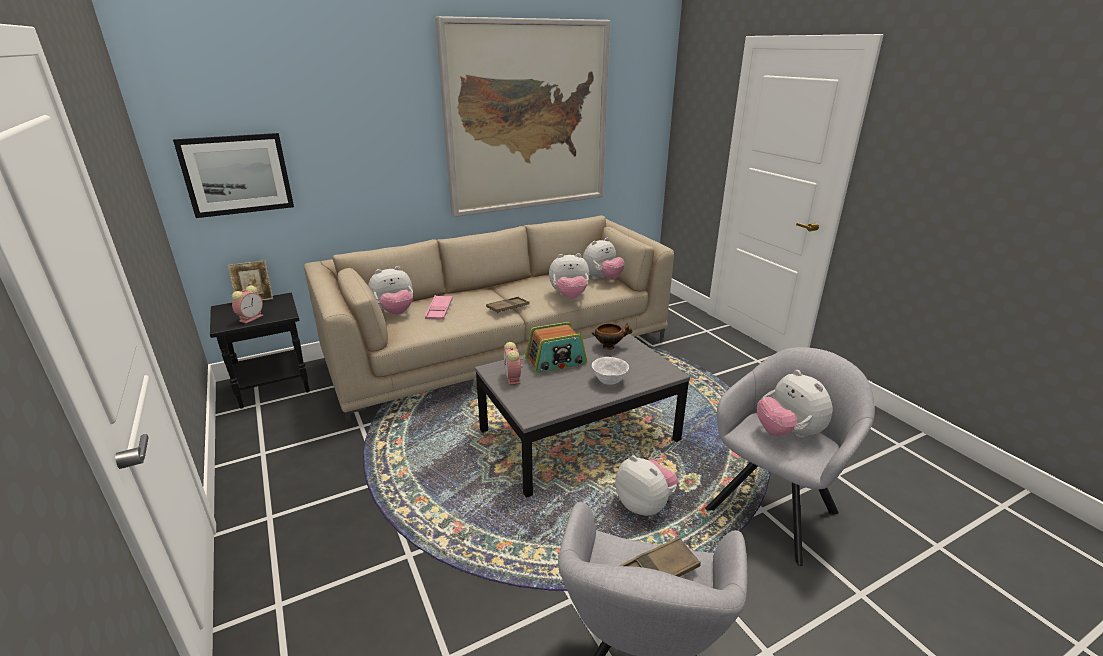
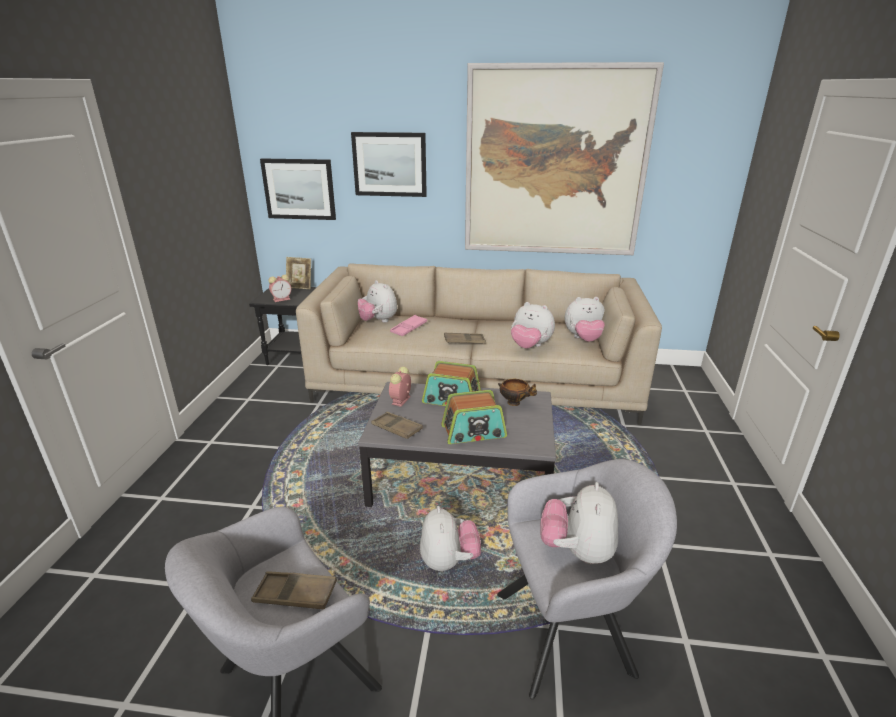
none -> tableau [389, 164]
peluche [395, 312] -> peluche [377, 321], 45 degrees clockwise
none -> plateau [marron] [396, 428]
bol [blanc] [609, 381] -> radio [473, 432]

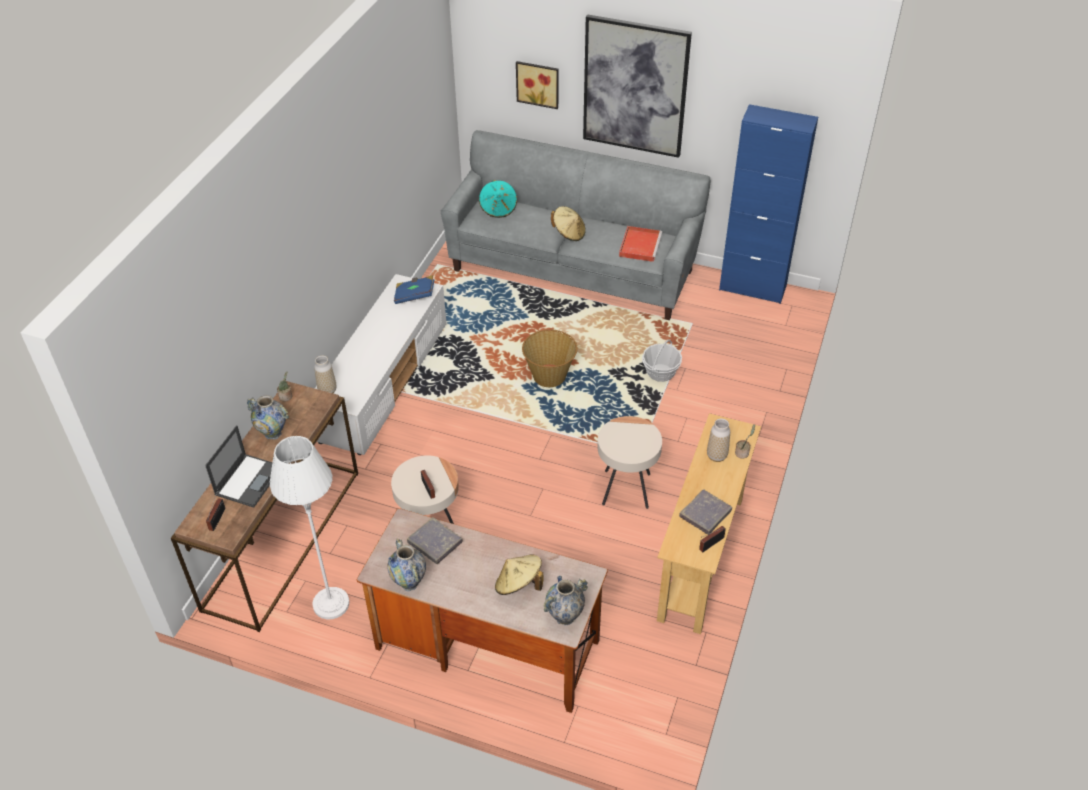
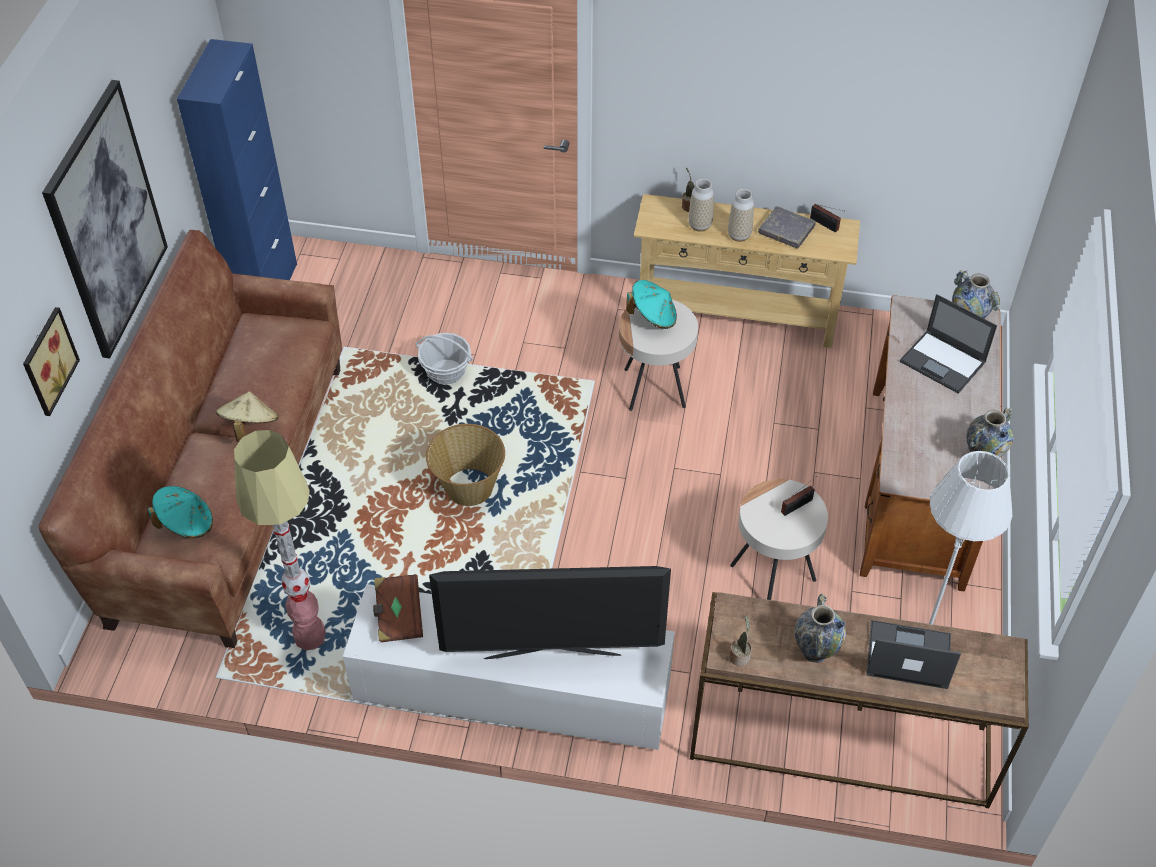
canapé [gris] [572, 270] -> canapé [marron] [229, 490]
none -> lampadaire [310, 637]
livre [bleu] [414, 296] -> livre [marron] [398, 616]
none -> téléviseur [552, 654]
none -> chapeau [turquoise] [653, 316]
vase [327, 390] -> vase [739, 235], moved
chapeau [beige] [519, 585] -> ordinateur portable [943, 362]
radio [218, 518] -> none
livre [gris] [435, 543] -> none
plateau [rouge] [640, 245] -> none

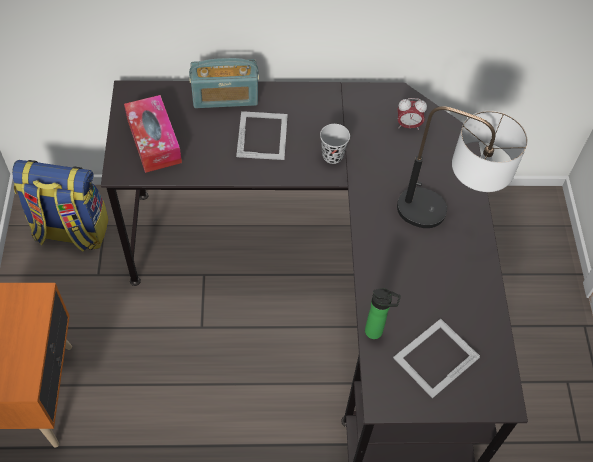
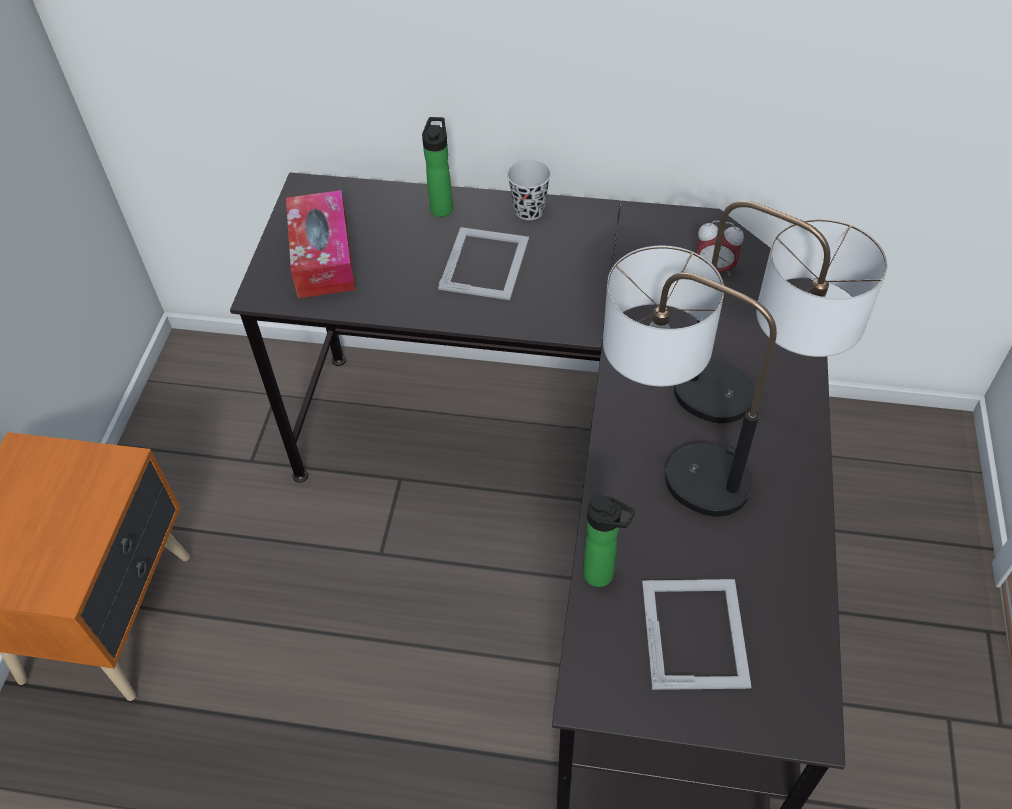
radio [225, 97] -> bouteille [442, 207]
tasse [noir] [332, 155] -> tasse [noir] [529, 210], moved
none -> lampe de table [669, 462]
cadre photo [435, 357] -> cadre photo [695, 631], 120 degrees clockwise
sac à dos [70, 231] -> none

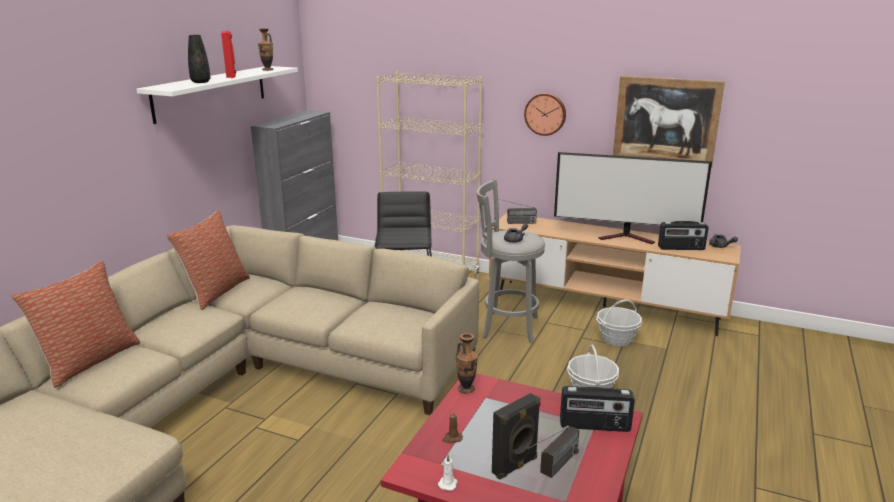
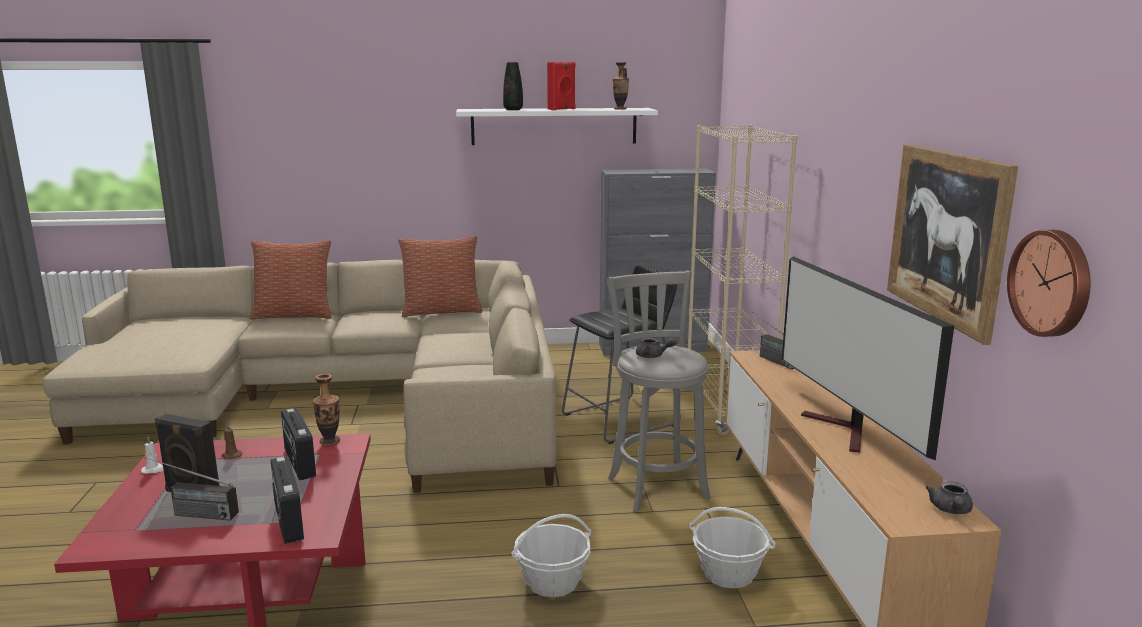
radio [681, 248] -> radio [299, 464], moved
horloge murale [545, 114] -> horloge murale [1052, 283], moved

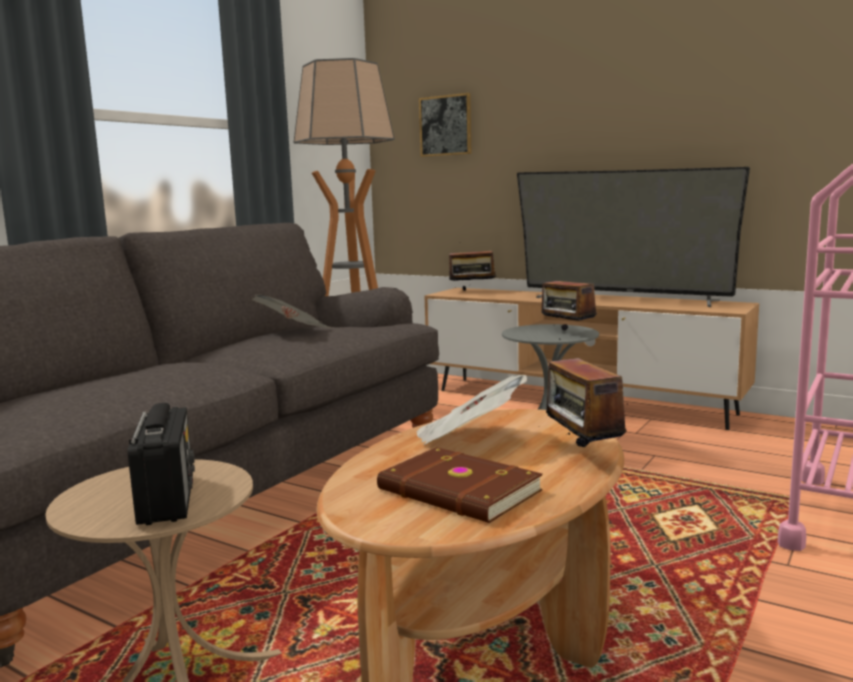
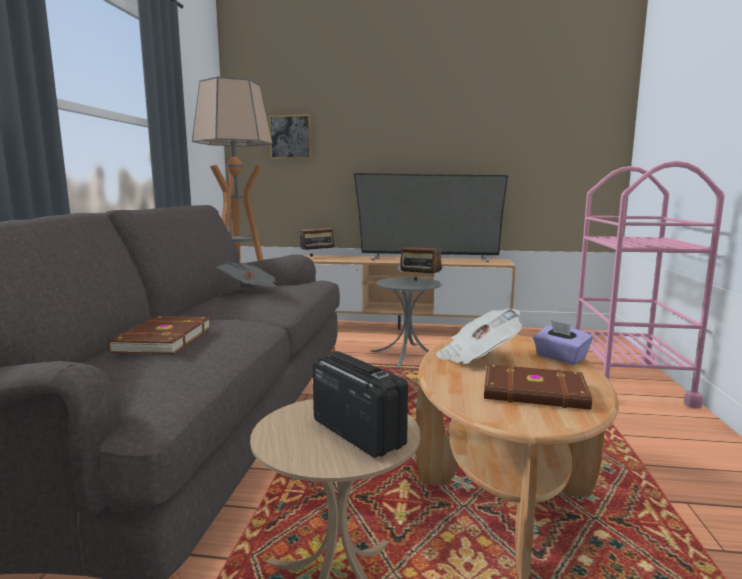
none -> livre [marron] [162, 339]
radio [581, 454] -> boîte à mouchoirs [violet] [560, 358]

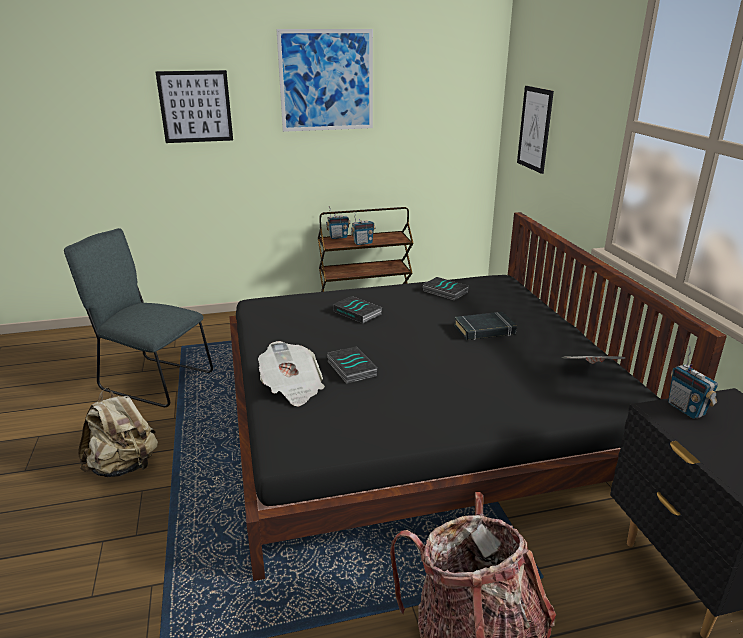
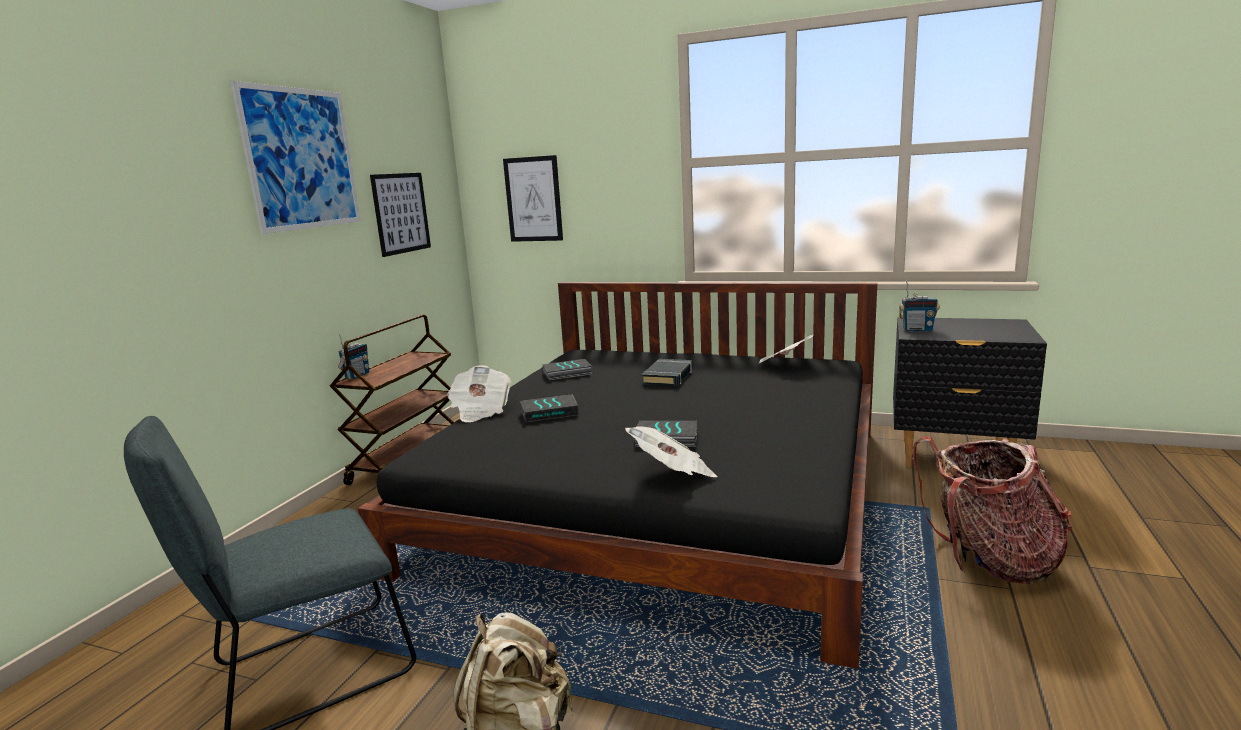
tableau [195, 107] -> tableau [401, 213], moved
none -> journal [480, 410]
radio [363, 243] -> none

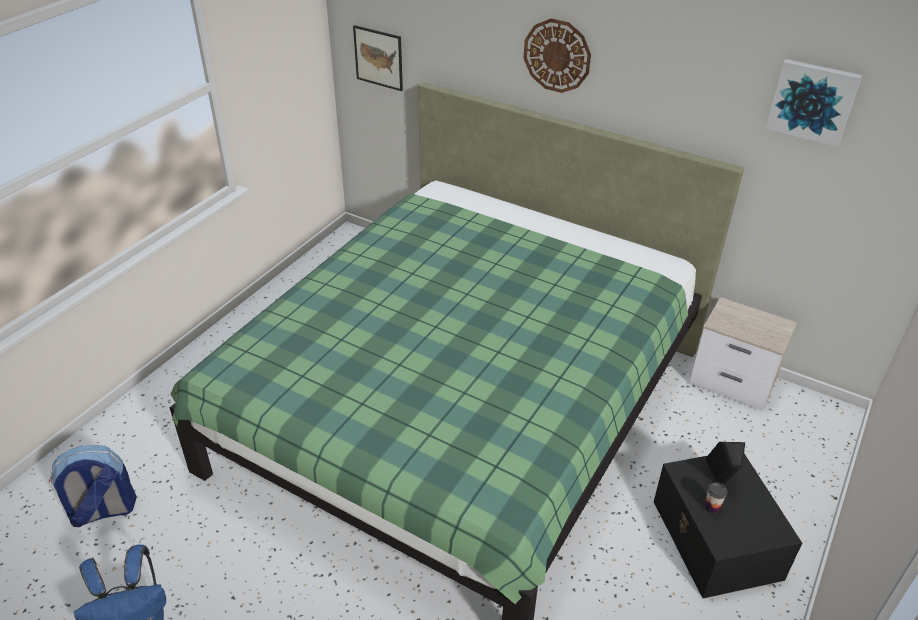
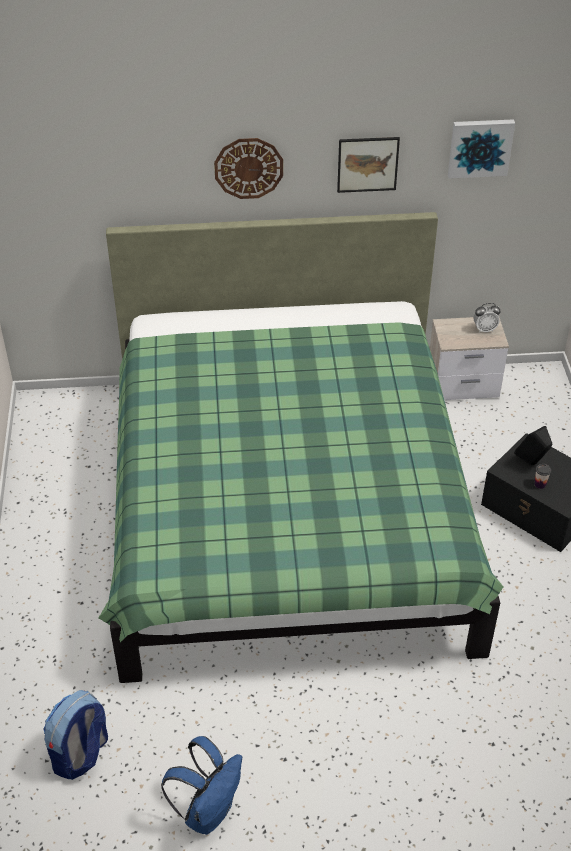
tableau [378, 58] -> tableau [367, 164], moved
none -> réveil [484, 329]

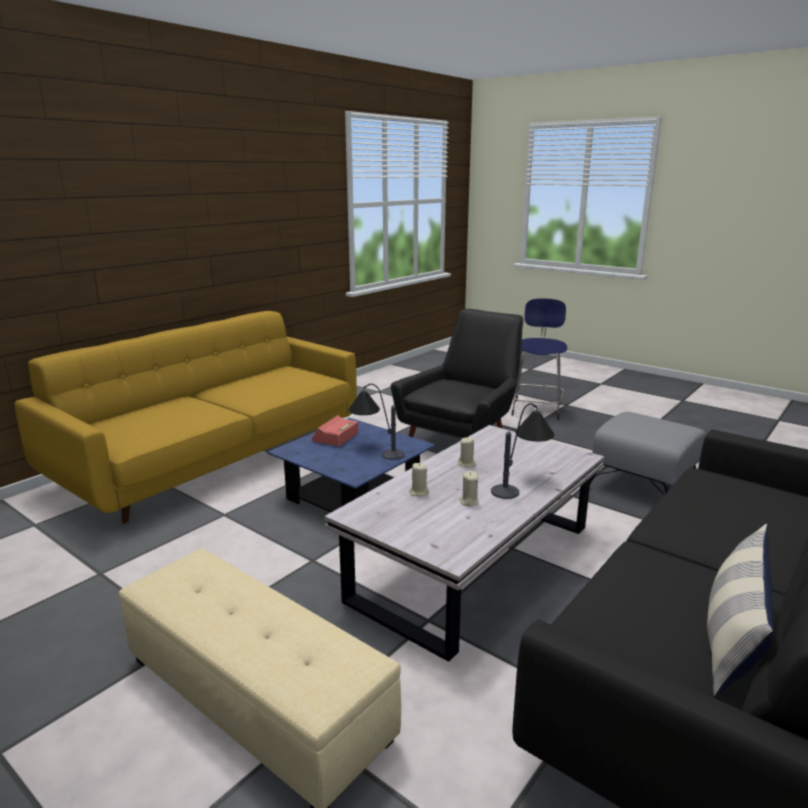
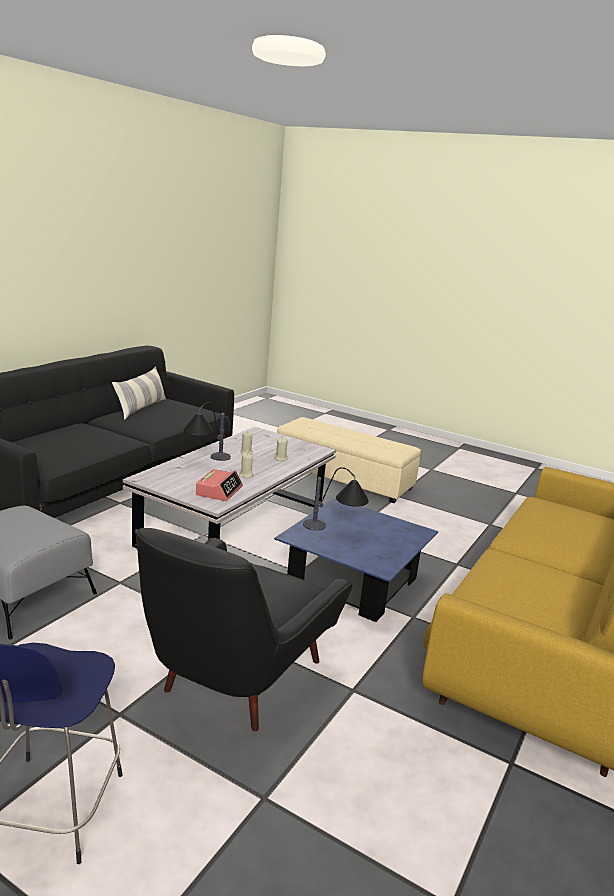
réveil [335, 437] -> réveil [219, 491], moved

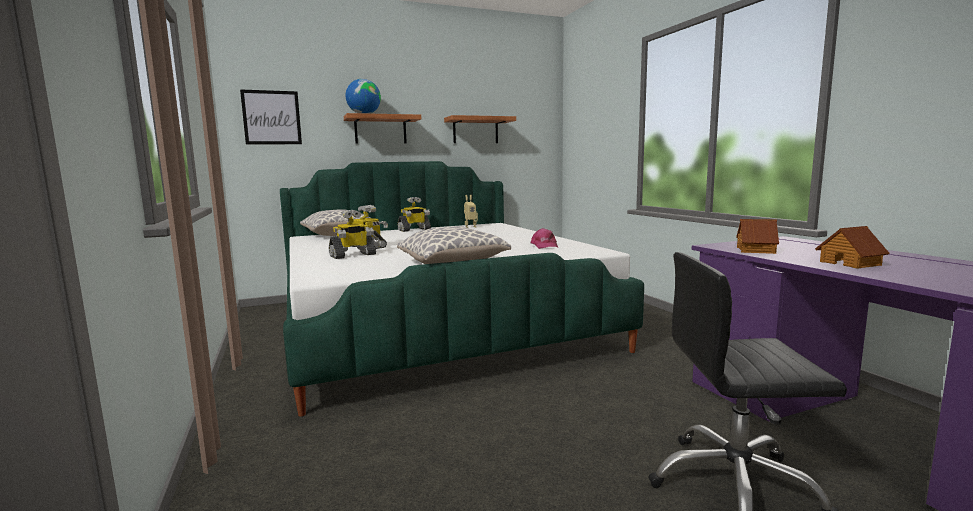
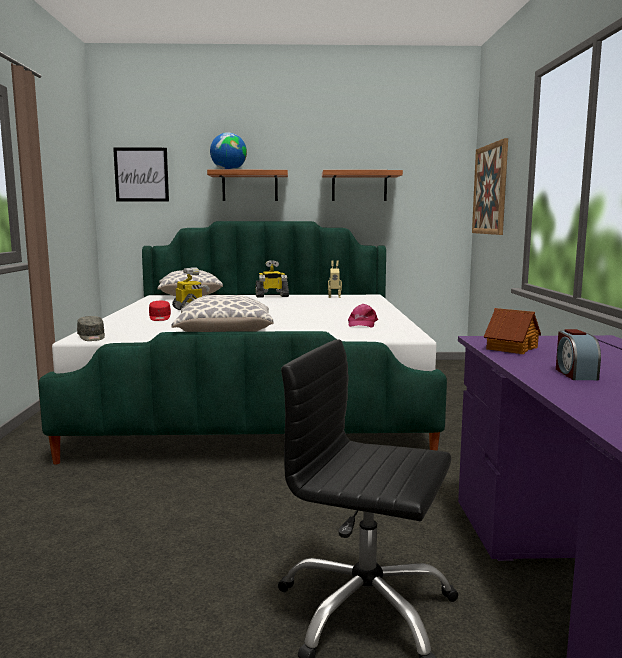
none -> casquette [gris] [91, 337]
robot jouet [352, 255] -> casquette [rouge] [160, 318]
none -> tableau [490, 189]
maison miniature [850, 263] -> réveil [575, 374]

